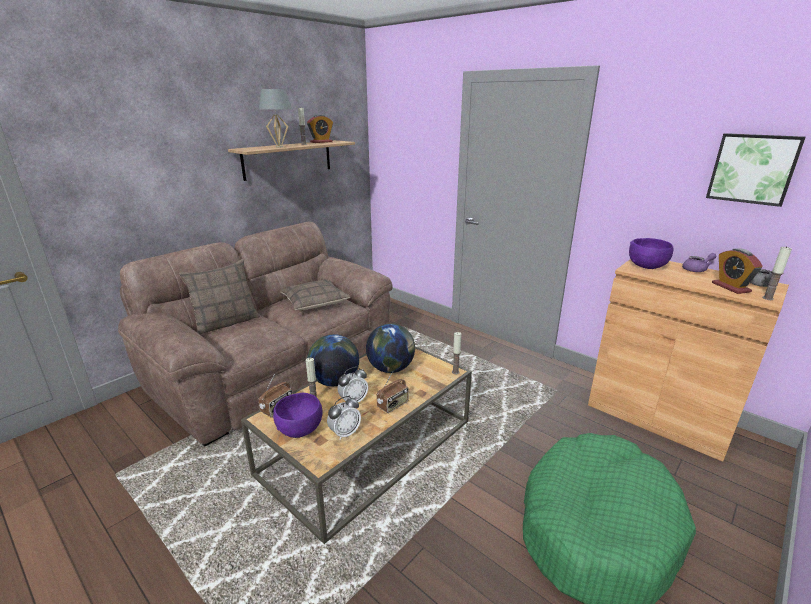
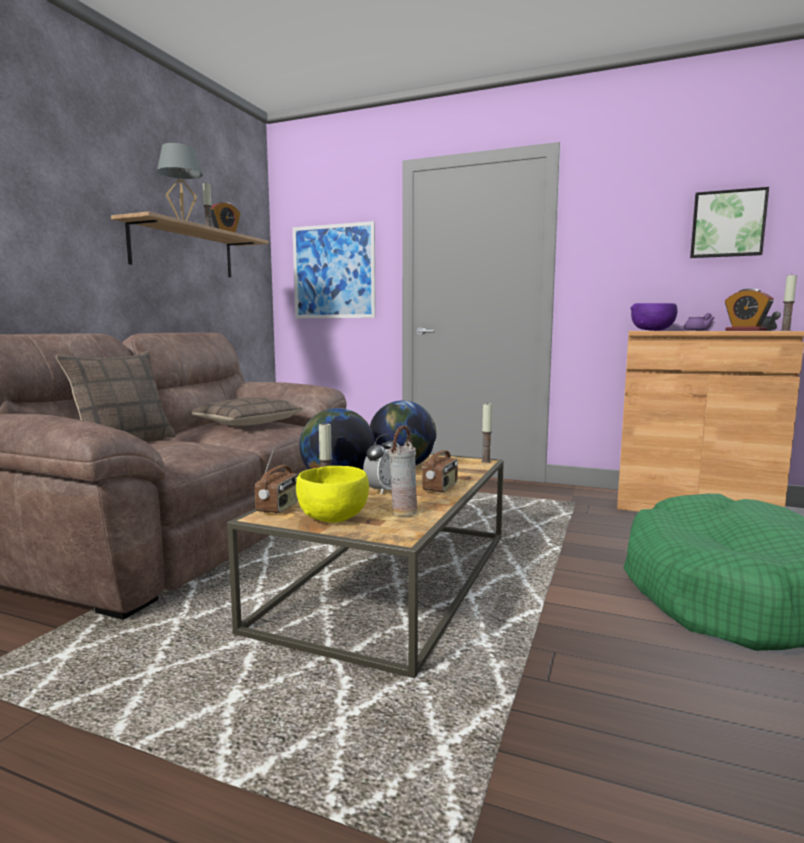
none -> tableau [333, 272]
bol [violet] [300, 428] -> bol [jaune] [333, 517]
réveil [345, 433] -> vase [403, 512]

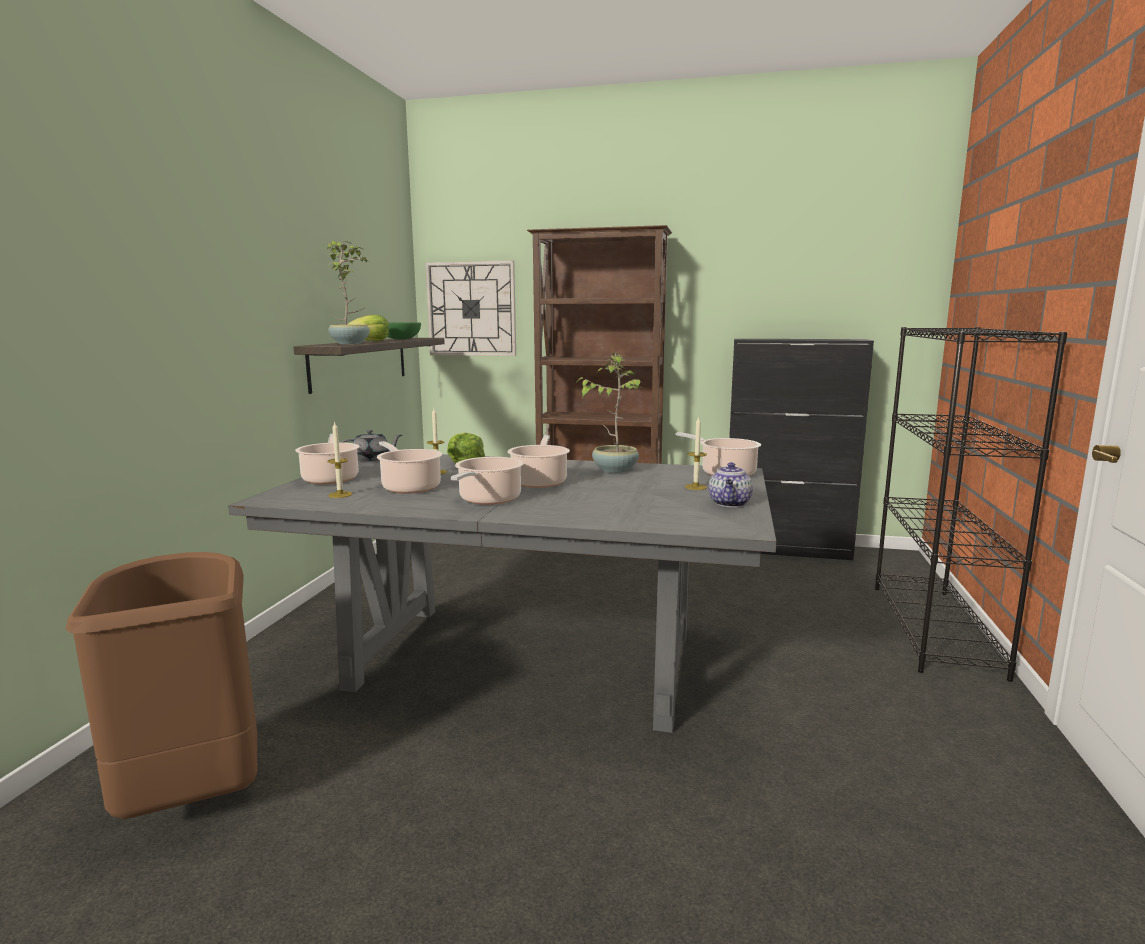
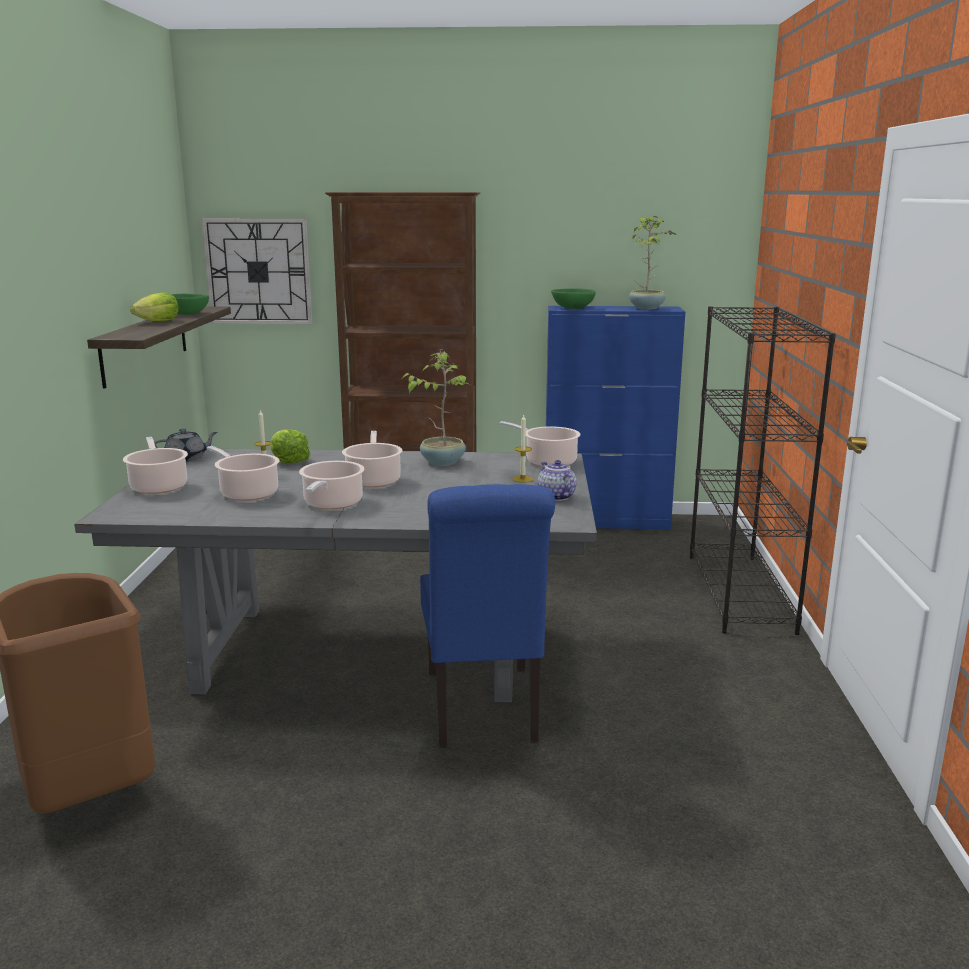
none -> chaise [bleu] [483, 710]
théière [730, 504] -> théière [555, 496], 150 degrees clockwise
meuble de rangement [noir] [786, 549] -> meuble de rangement [bleu] [606, 521]
none -> bol [vert] [573, 308]
plante en pot [351, 343] -> plante en pot [647, 308], moved
bougie [340, 495] -> none

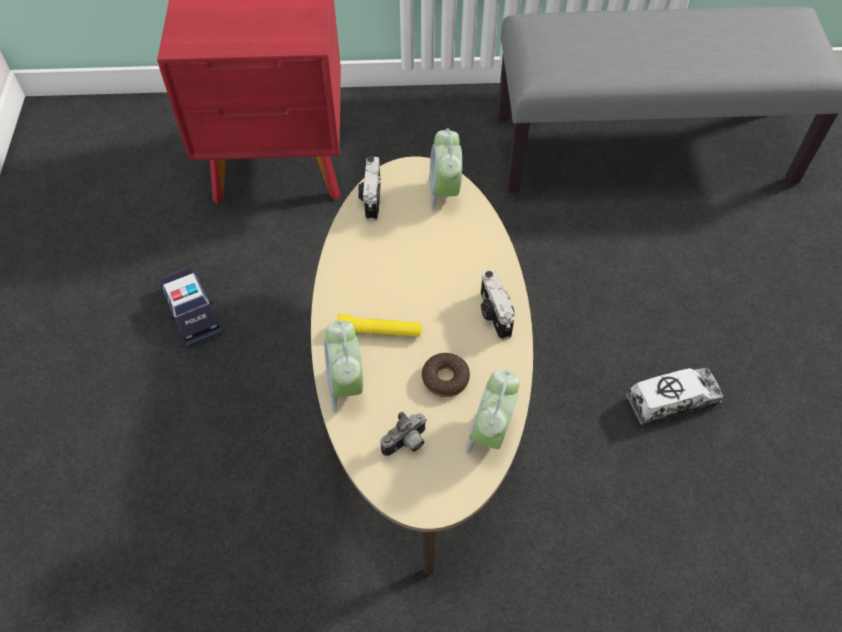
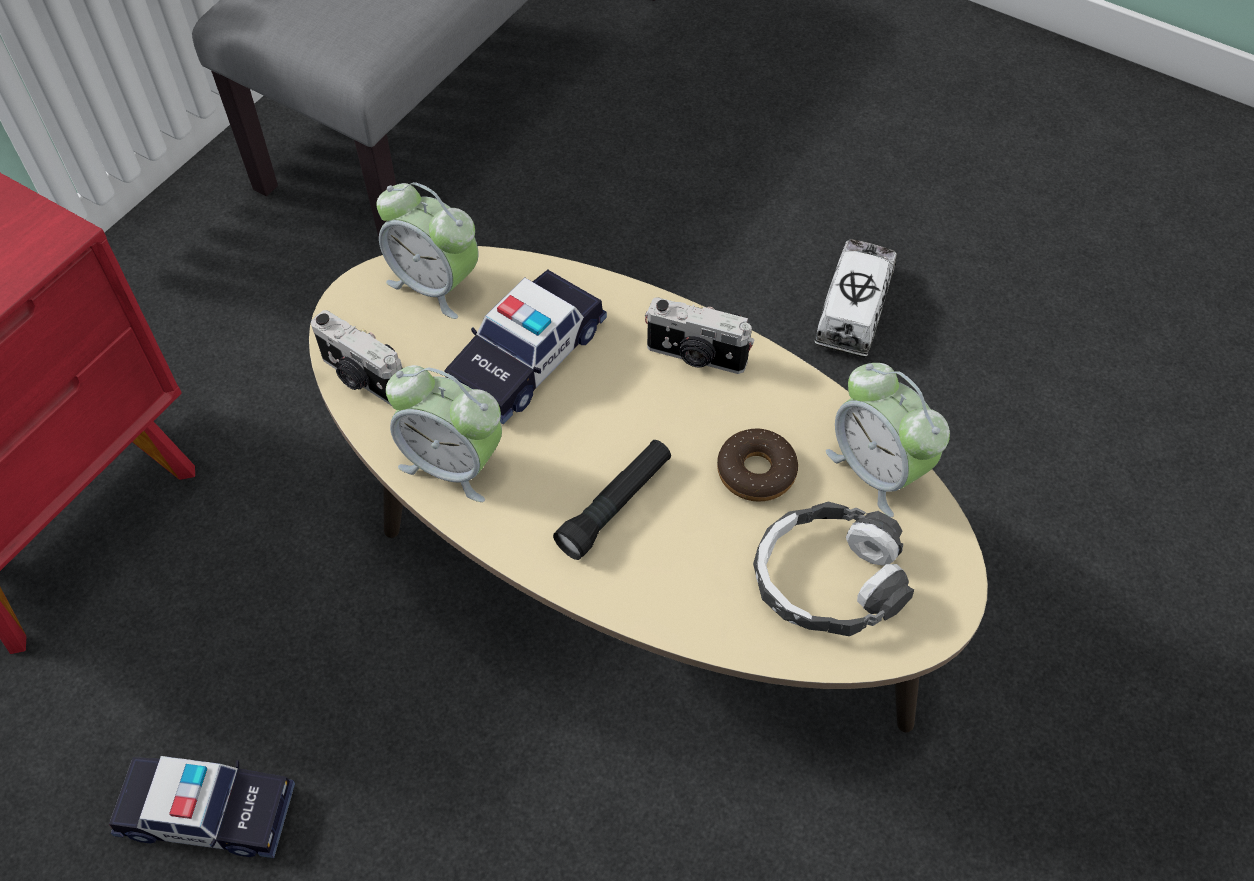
réveil [346, 384] -> réveil [453, 464], moved
none -> petite voiture [527, 357]
lampe de poche [jaune] [379, 332] -> lampe de poche [noir] [615, 506]
appareil photo [406, 444] -> casque audio [828, 580]

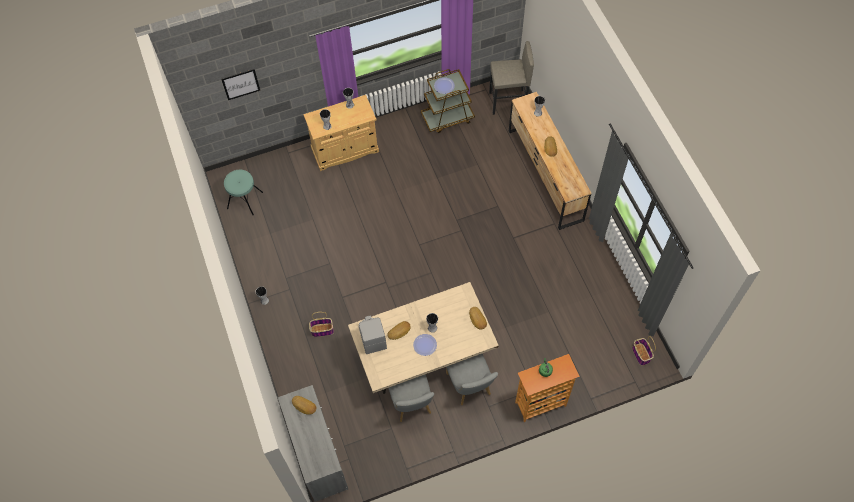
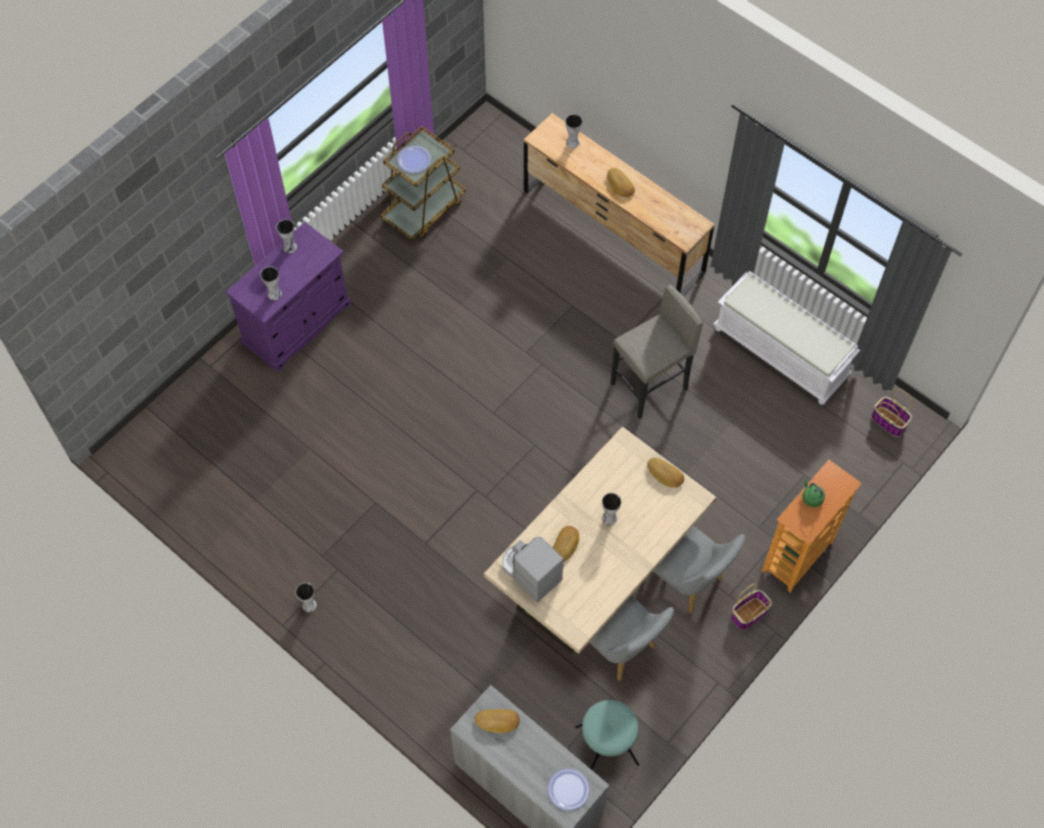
meuble de rangement [beige] [345, 150] -> meuble de rangement [violet] [297, 323]
assiette [425, 345] -> assiette [568, 789], moved
tabouret [turquoise] [245, 200] -> tabouret [turquoise] [607, 745], moved
tabouret [gris] [508, 102] -> tabouret [gris] [649, 386], moved
none -> banc [blanc] [781, 352]
panier [322, 330] -> panier [749, 613], moved
tableau [241, 84] -> none

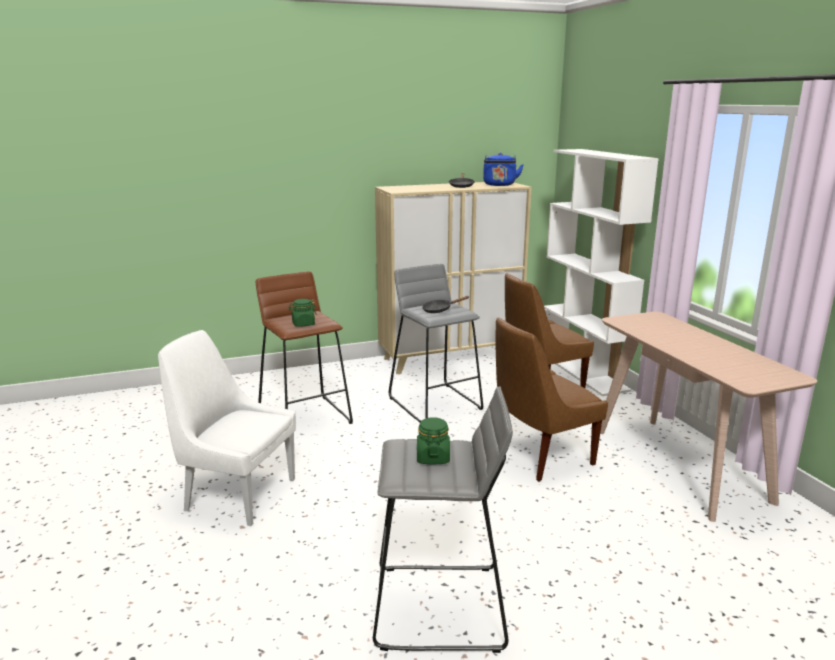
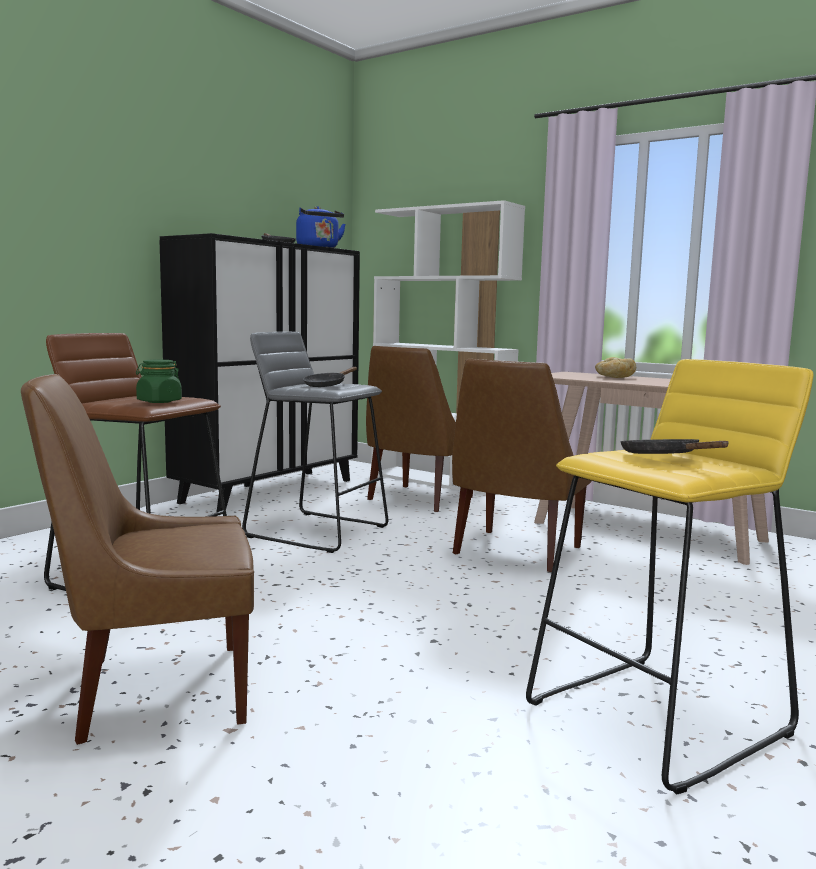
chaise [blanc] [237, 494] -> chaise [marron] [155, 691]
meuble de rangement [beige] [450, 358] -> meuble de rangement [noir] [269, 491]
tabouret [gris] [440, 607] -> tabouret [jaune] [659, 718]
none -> pain [614, 377]
bocal [vert] [433, 457] -> poêle [noir] [664, 458]

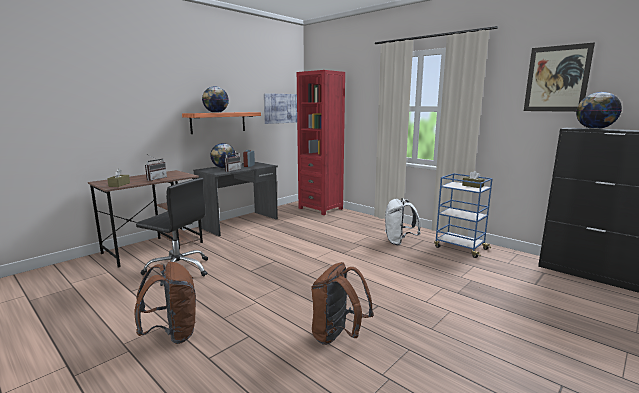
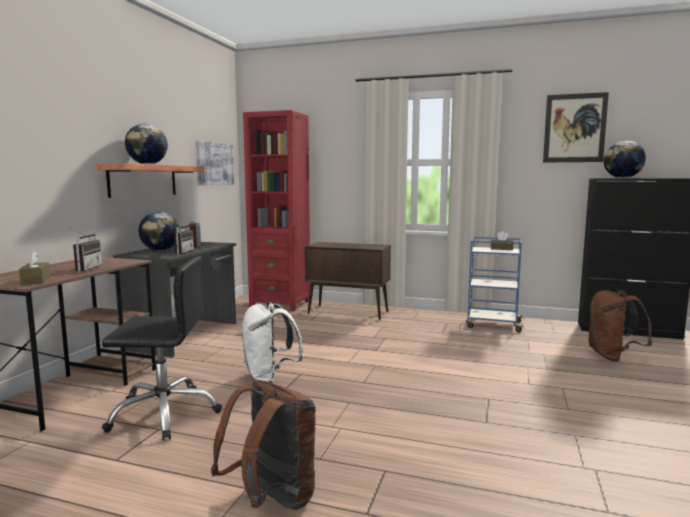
sac à dos [blanc] [399, 242] -> sac à dos [blanc] [269, 377], moved
none -> meuble de rangement [marron] [349, 312]
sac à dos [marron] [338, 336] -> sac à dos [marron] [612, 357], moved

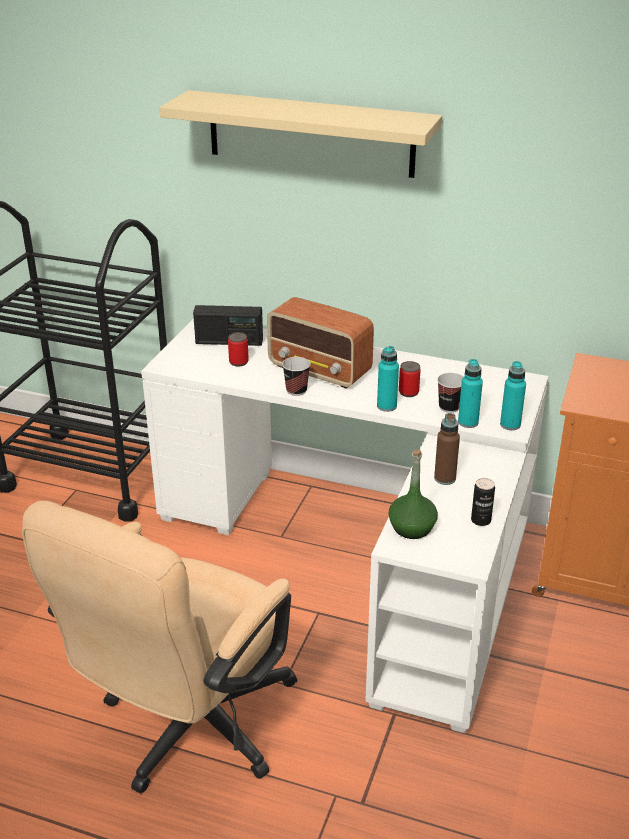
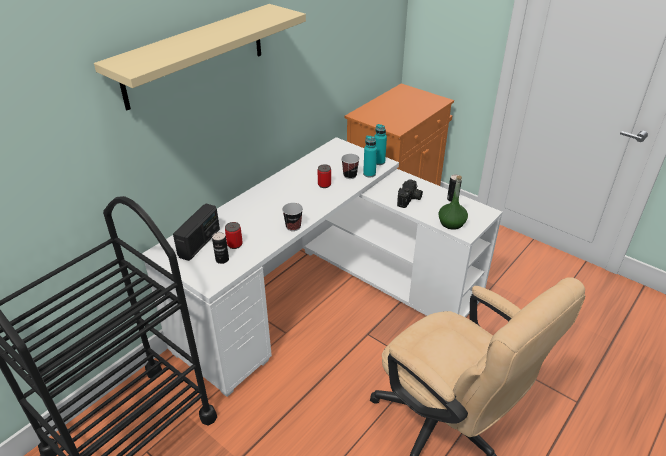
none -> boîte métallique [222, 260]
bouteille [marron] [445, 478] -> appareil photo [409, 200]
radio [320, 370] -> none
bouteille [turquoise] [386, 406] -> none

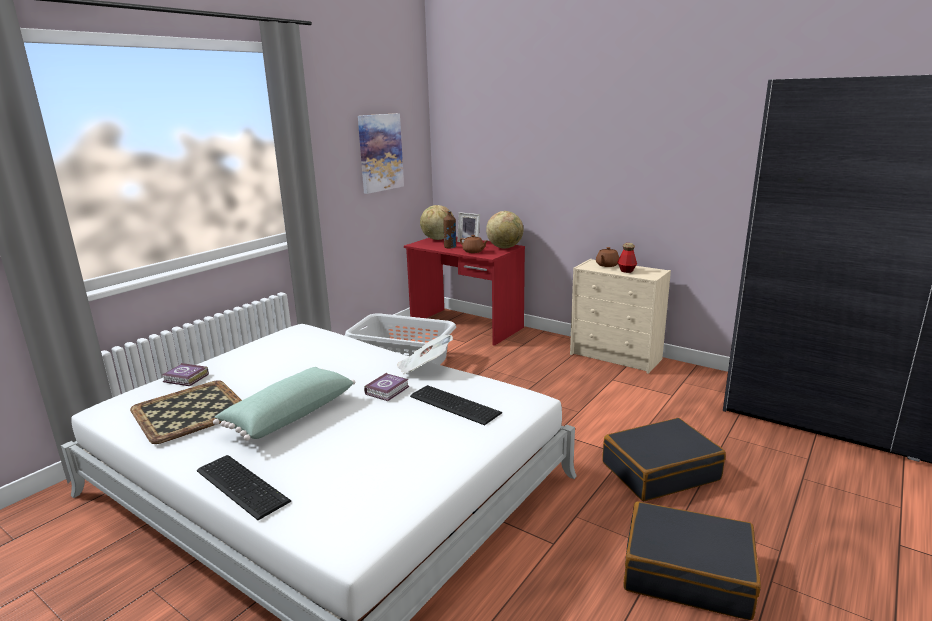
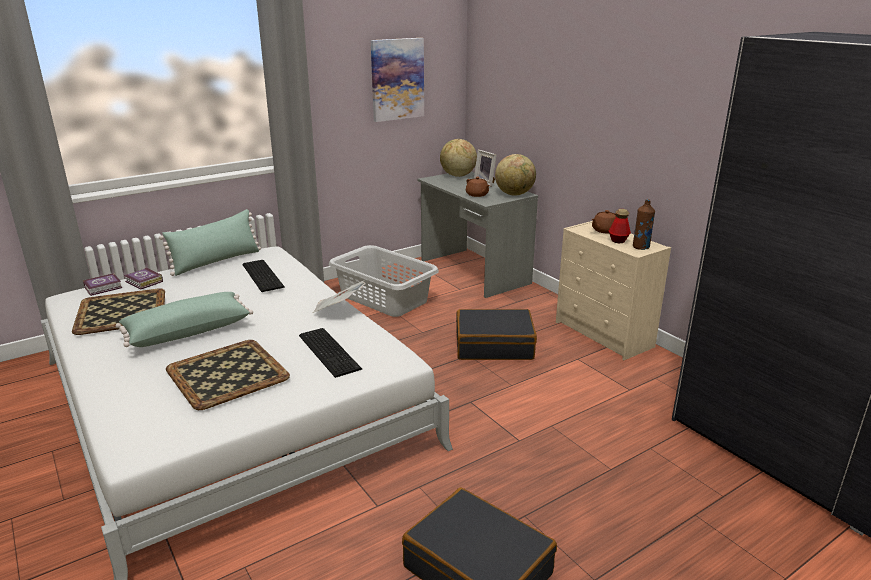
livre [388, 390] -> livre [104, 287], moved
none -> coussin [vert] [216, 261]
none -> plateau [228, 374]
clavier [243, 484] -> clavier [263, 275], moved
bureau [rouge] [466, 326] -> bureau [gris] [473, 272]
valise [noir] [660, 471] -> valise [noir] [494, 345], moved
bouteille [marron] [450, 247] -> bouteille [marron] [641, 247], moved

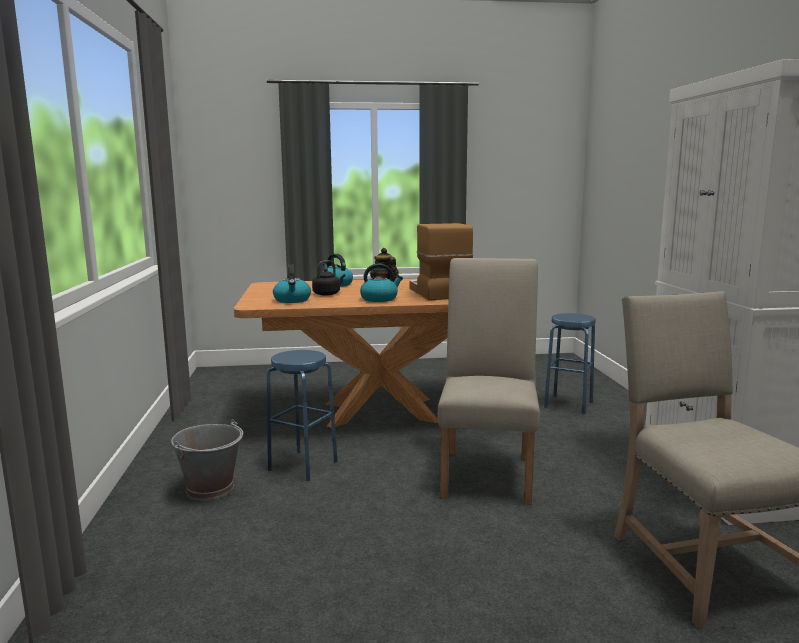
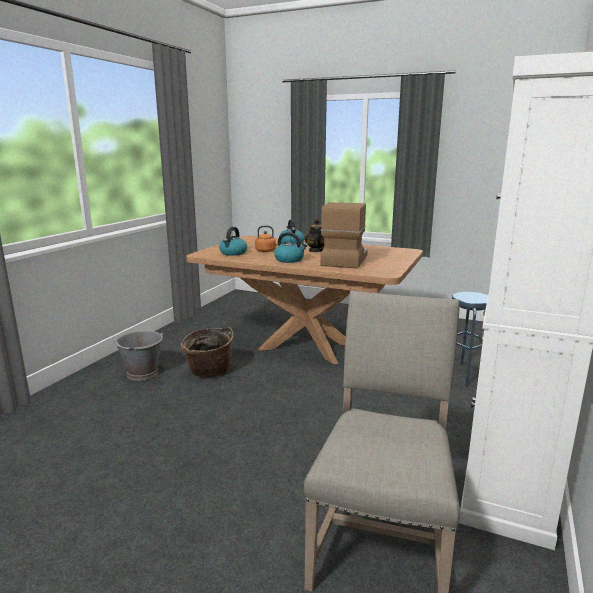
tabouret [bleu] [303, 465] -> panier [209, 372]
bouilloire [noir] [328, 294] -> bouilloire [orange] [267, 251]
chaise [beige] [488, 471] -> none

